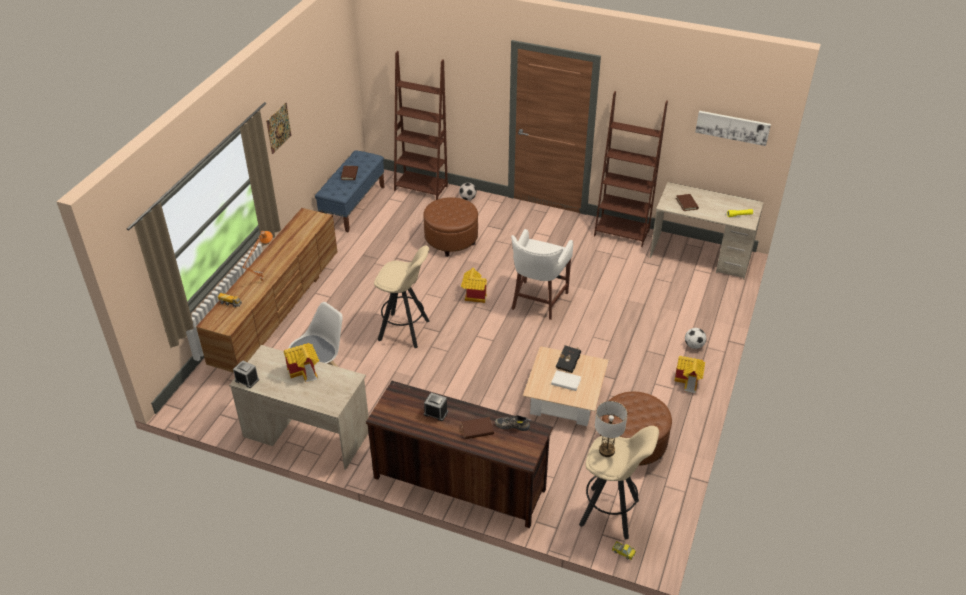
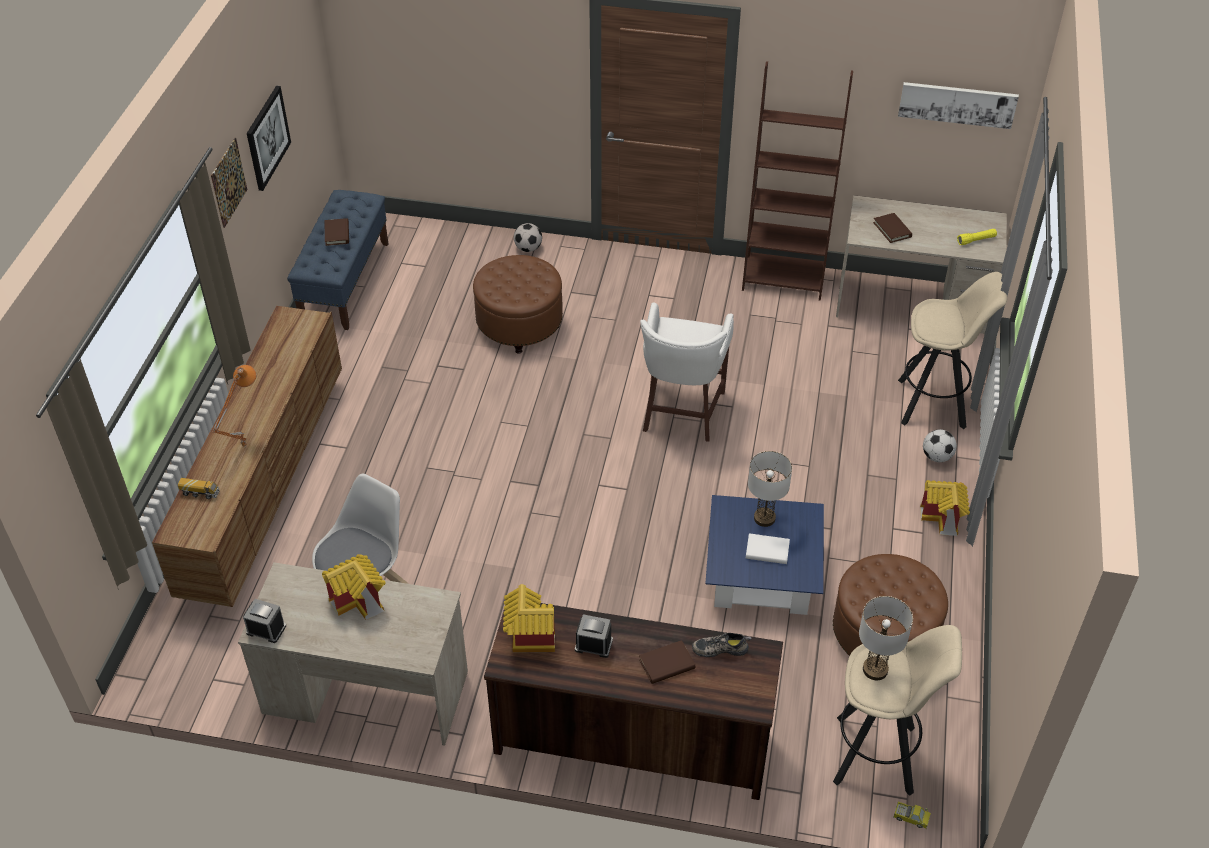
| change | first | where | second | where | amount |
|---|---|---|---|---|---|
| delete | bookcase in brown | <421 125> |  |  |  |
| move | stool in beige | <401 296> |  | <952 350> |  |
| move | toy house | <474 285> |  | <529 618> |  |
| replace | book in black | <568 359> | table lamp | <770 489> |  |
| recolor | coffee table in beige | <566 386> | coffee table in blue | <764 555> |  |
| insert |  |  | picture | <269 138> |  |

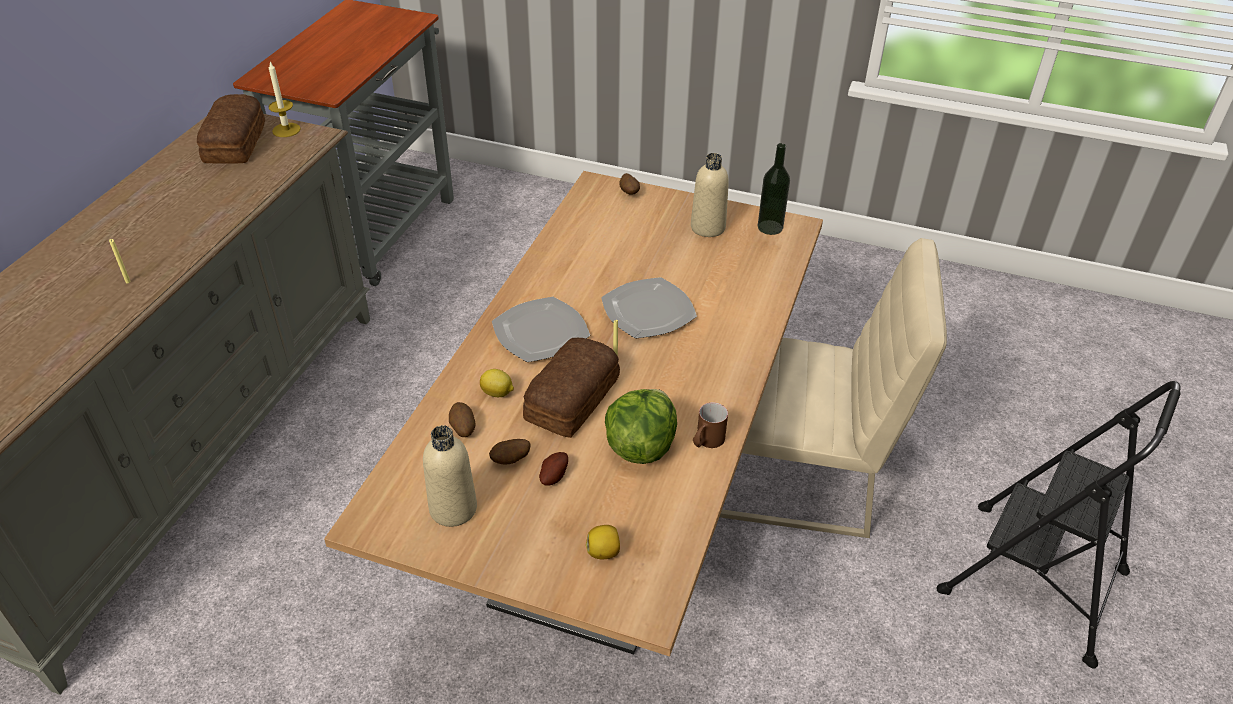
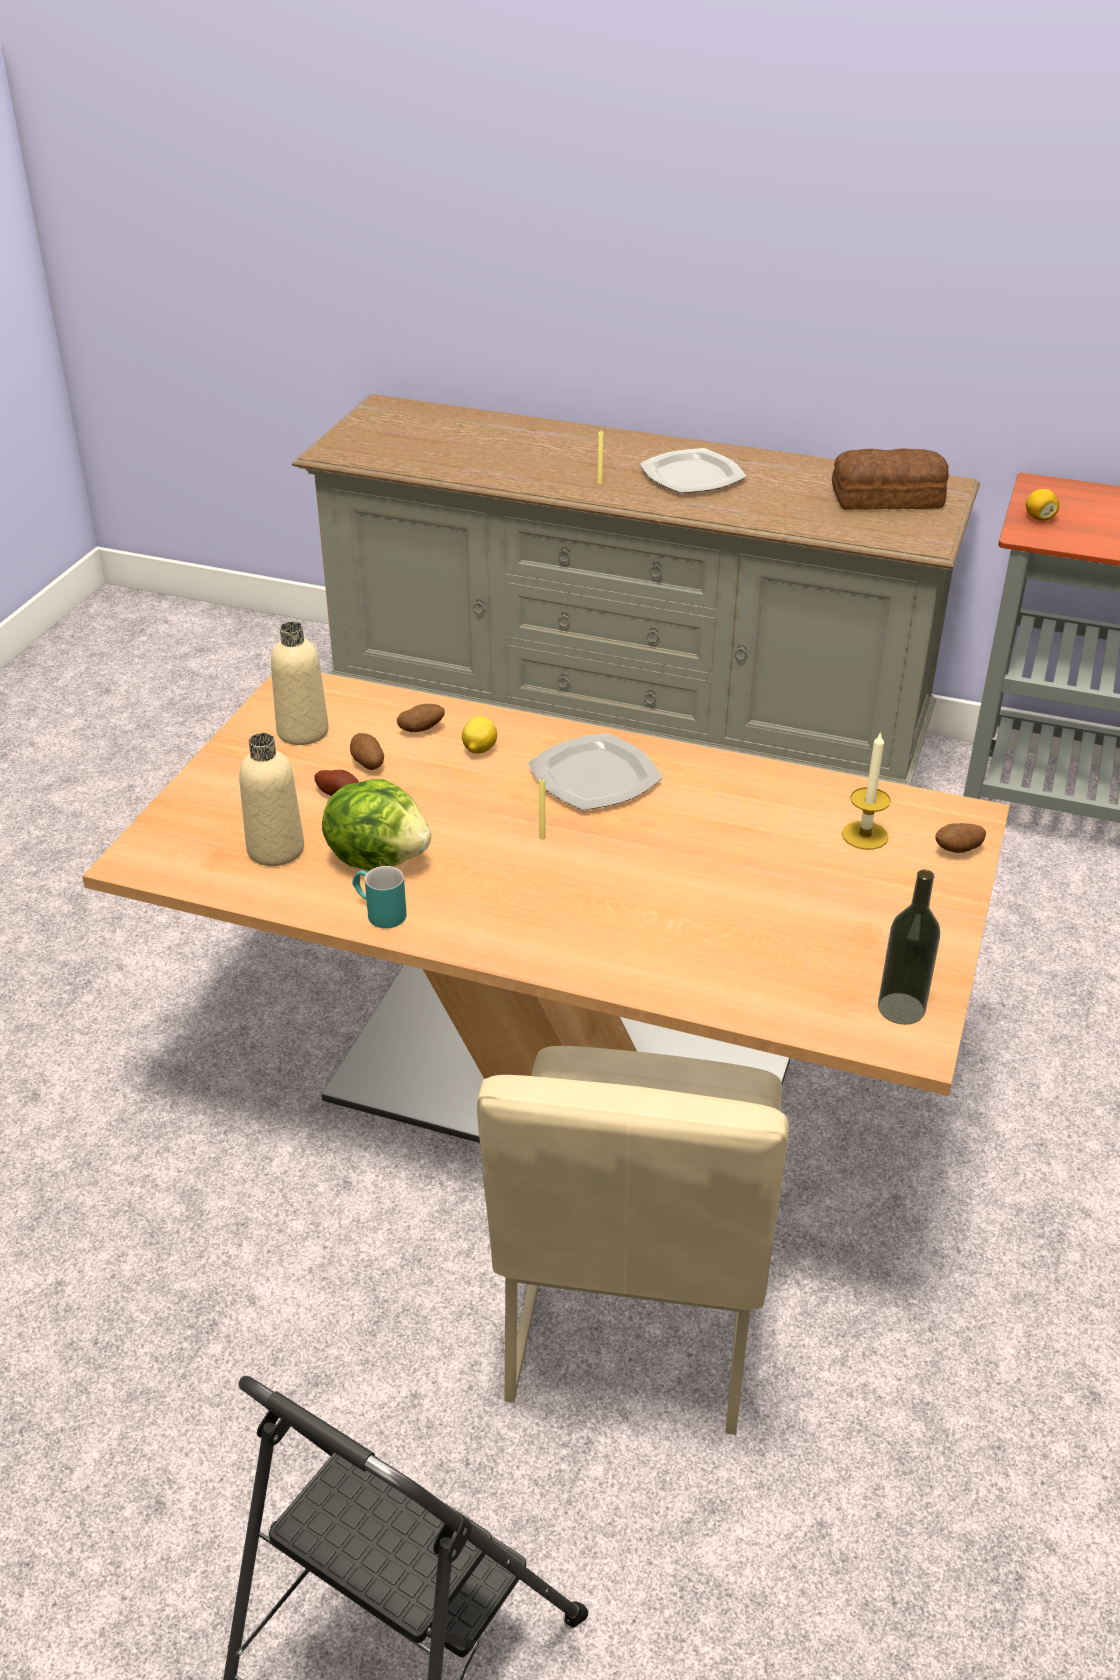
| change | first | where | second | where | amount |
|---|---|---|---|---|---|
| move | candle | <285 99> |  | <866 790> |  |
| move | bottle in beige | <710 195> |  | <271 799> |  |
| move | plate | <649 308> |  | <693 470> |  |
| delete | bread | <571 388> |  |  |  |
| recolor | mug in brown | <710 425> | mug in turquoise | <379 897> |  |
| move | lemon | <603 542> |  | <1042 505> |  |

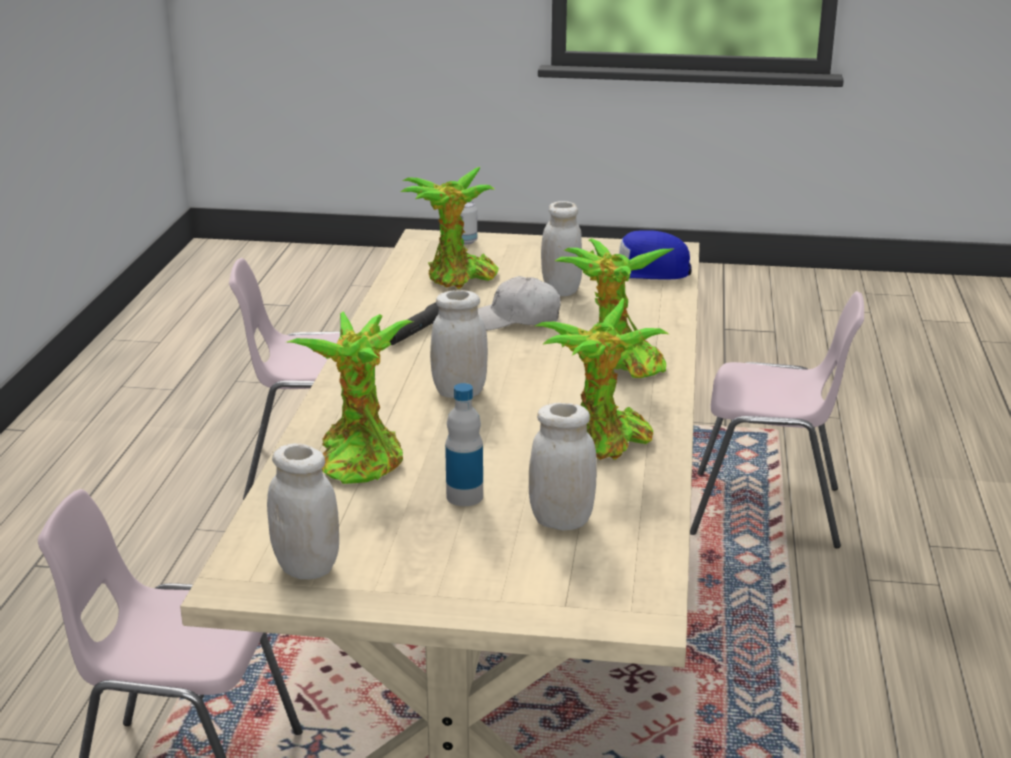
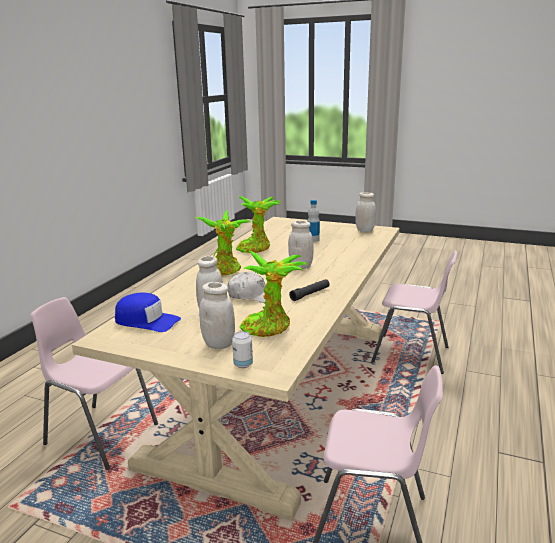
| change | first | where | second | where | amount |
|---|---|---|---|---|---|
| delete | potted plant | <350 397> |  |  |  |
| move | jar in white | <563 467> |  | <217 315> |  |

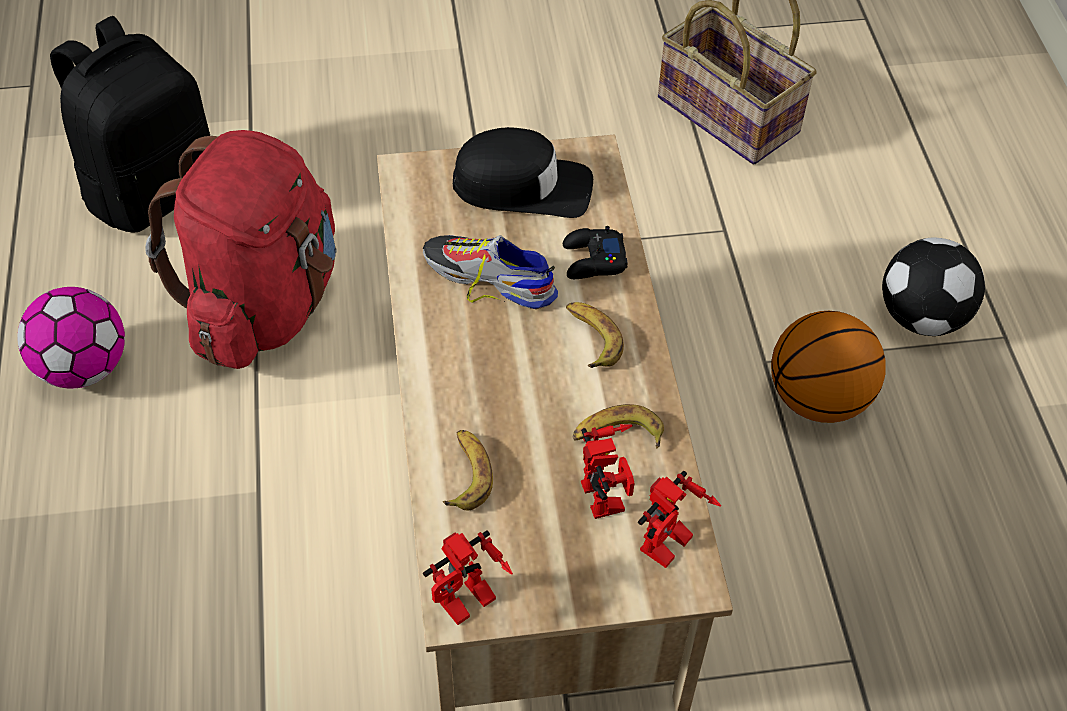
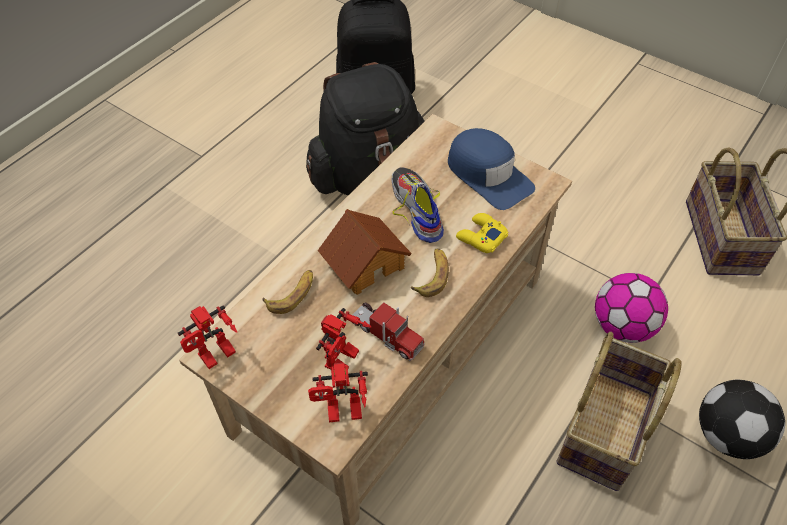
| change | first | where | second | where | amount |
|---|---|---|---|---|---|
| recolor | cap in black | <523 172> | cap in blue | <491 169> |  |
| recolor | backpack in red | <241 249> | backpack in black | <365 128> |  |
| recolor | game controller in black | <595 252> | game controller in yellow | <482 233> |  |
| move | football | <71 338> |  | <631 308> |  |
| replace | basketball | <828 367> | basket | <619 411> |  |
| replace | banana | <618 426> | toy truck | <388 332> |  |
| rotate | toy robot | <468 577> |  | <207 337> | 45 degrees counterclockwise |
| insert |  |  | toy house | <365 252> |  |

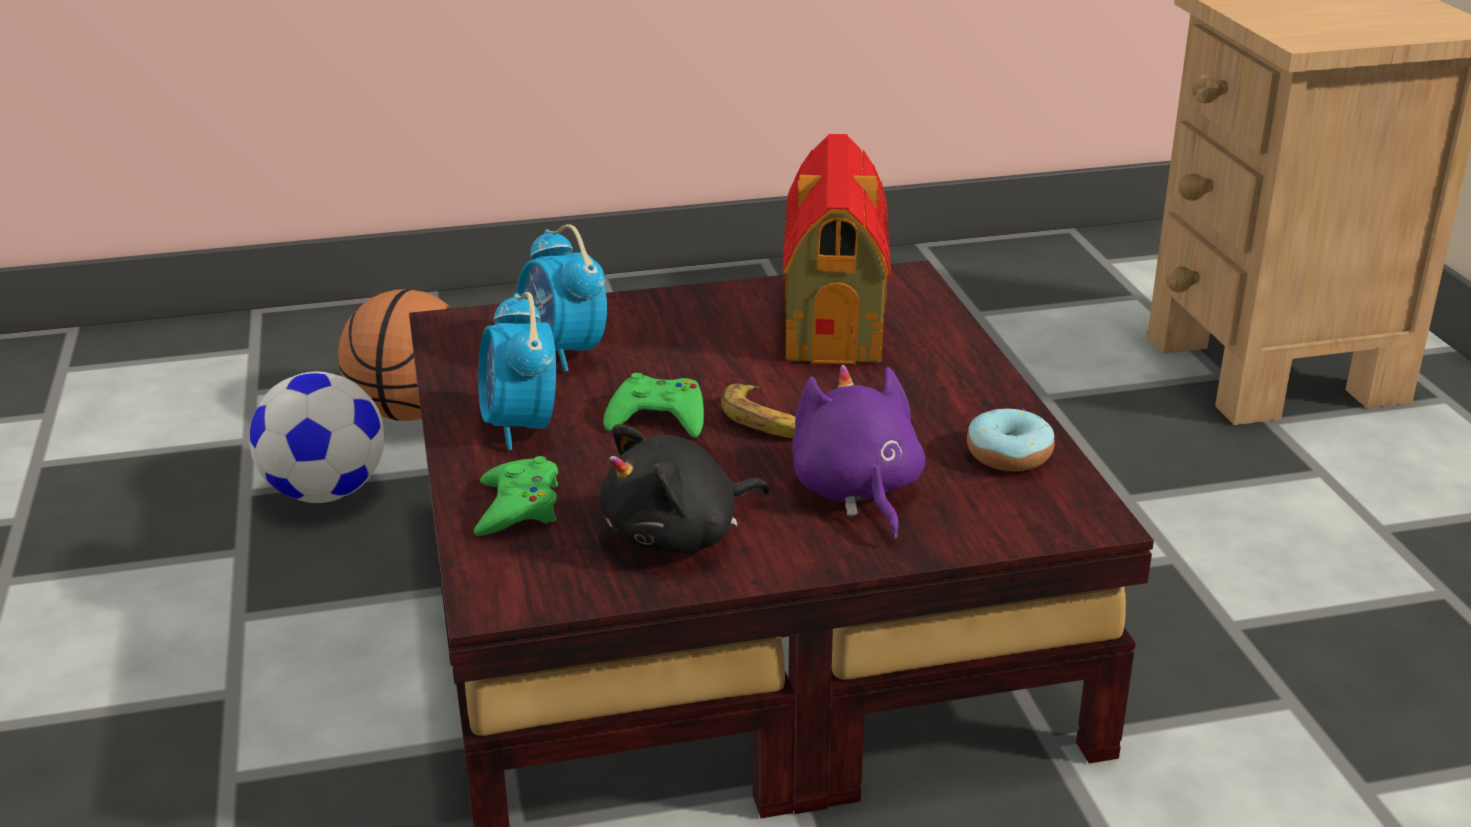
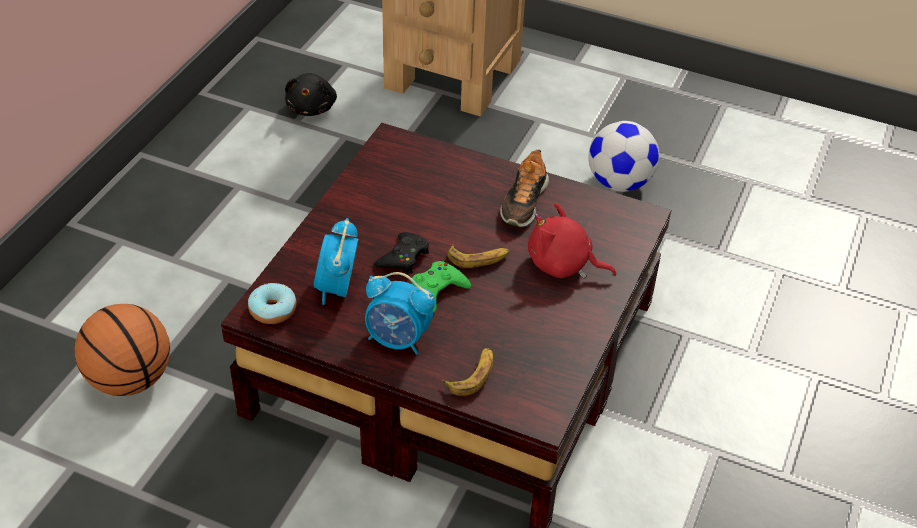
| change | first | where | second | where | amount |
|---|---|---|---|---|---|
| delete | toy house | <837 249> |  |  |  |
| rotate | alarm clock | <562 298> |  | <336 261> | 90 degrees clockwise |
| recolor | plush toy in purple | <858 451> | plush toy in red | <572 241> |  |
| move | football | <317 437> |  | <624 156> |  |
| move | donut | <1011 439> |  | <272 303> |  |
| move | plush toy in black | <684 488> |  | <311 94> |  |
| replace | game controller in green | <516 496> | banana | <468 372> |  |
| insert |  |  | shoe | <524 188> |  |
| insert |  |  | game controller in black | <401 253> |  |

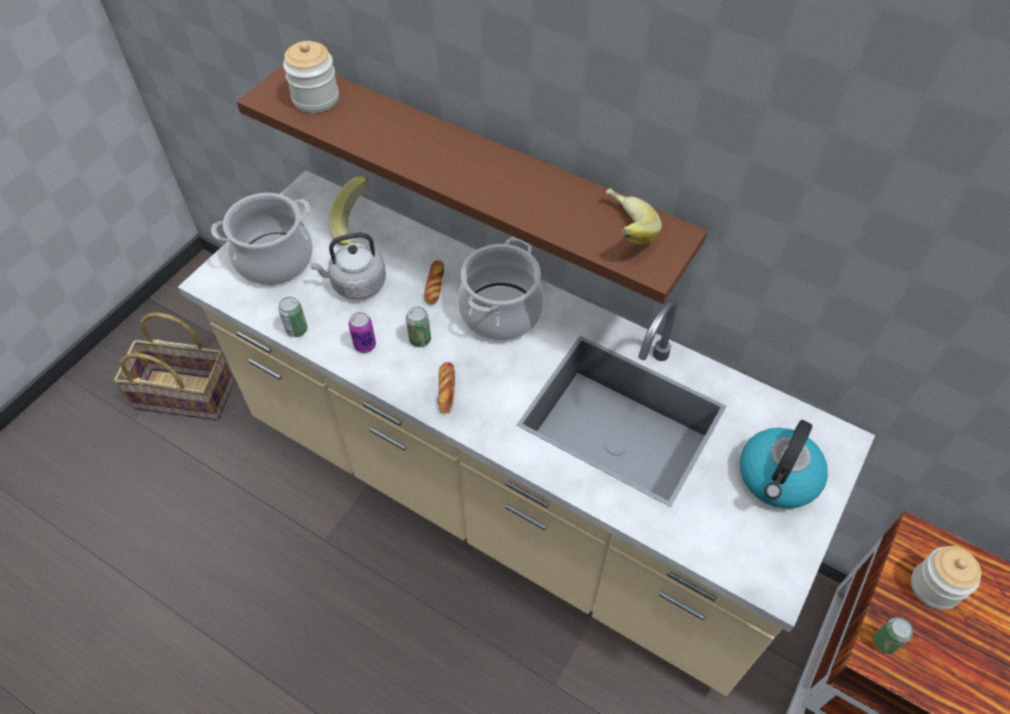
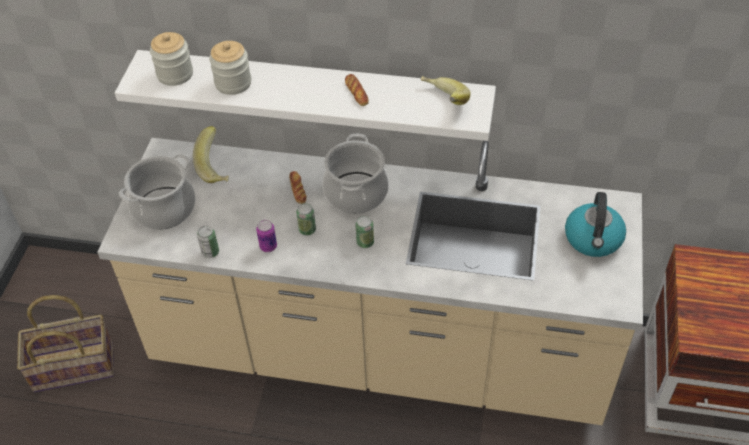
| change | first | where | second | where | amount |
|---|---|---|---|---|---|
| recolor | shelf in brown | <472 184> | shelf in white | <305 95> |  |
| delete | kettle in grey | <347 266> |  |  |  |
| move | bread | <446 388> |  | <357 90> |  |
| move | jar | <946 578> |  | <230 68> |  |
| move | can | <893 635> |  | <365 232> |  |

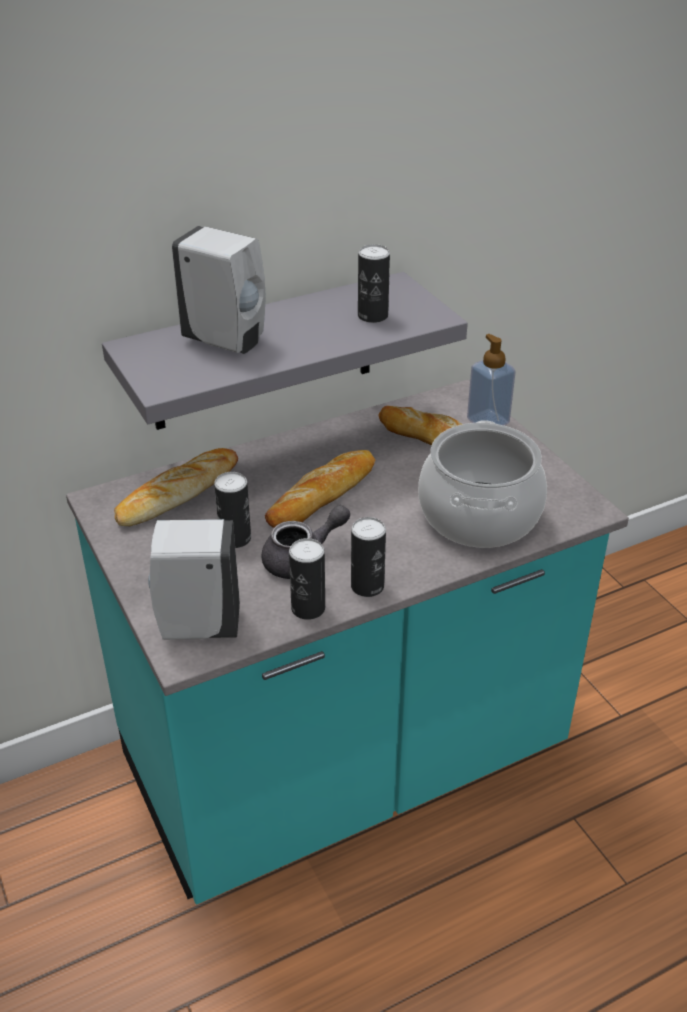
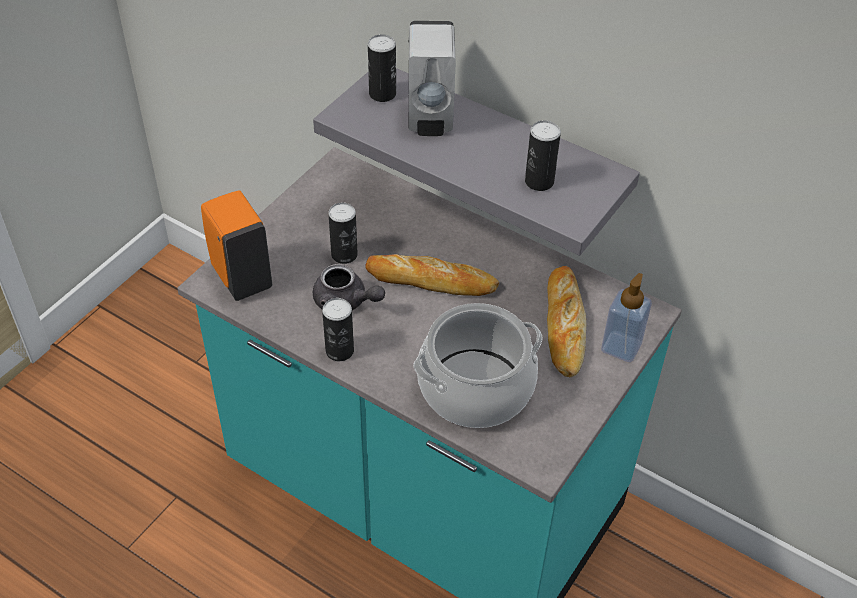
| change | first | where | second | where | amount |
|---|---|---|---|---|---|
| delete | bread | <176 487> |  |  |  |
| recolor | soap dispenser in white | <194 579> | soap dispenser in orange | <236 246> |  |
| move | can | <307 579> |  | <382 68> |  |

